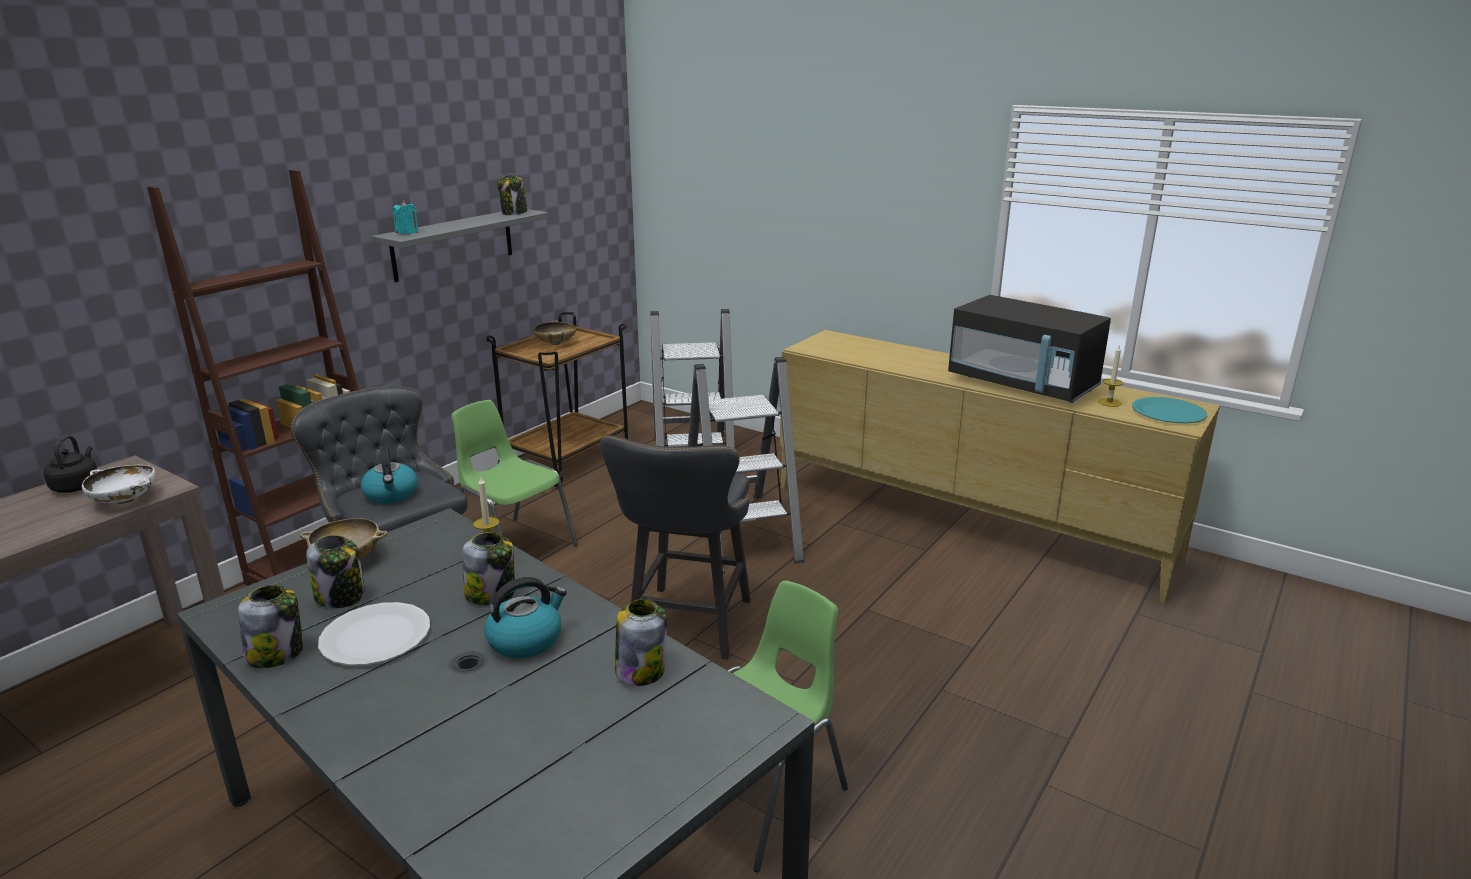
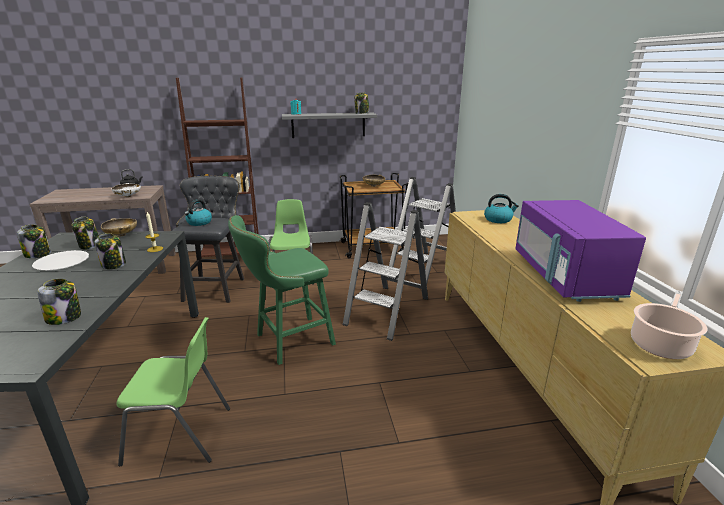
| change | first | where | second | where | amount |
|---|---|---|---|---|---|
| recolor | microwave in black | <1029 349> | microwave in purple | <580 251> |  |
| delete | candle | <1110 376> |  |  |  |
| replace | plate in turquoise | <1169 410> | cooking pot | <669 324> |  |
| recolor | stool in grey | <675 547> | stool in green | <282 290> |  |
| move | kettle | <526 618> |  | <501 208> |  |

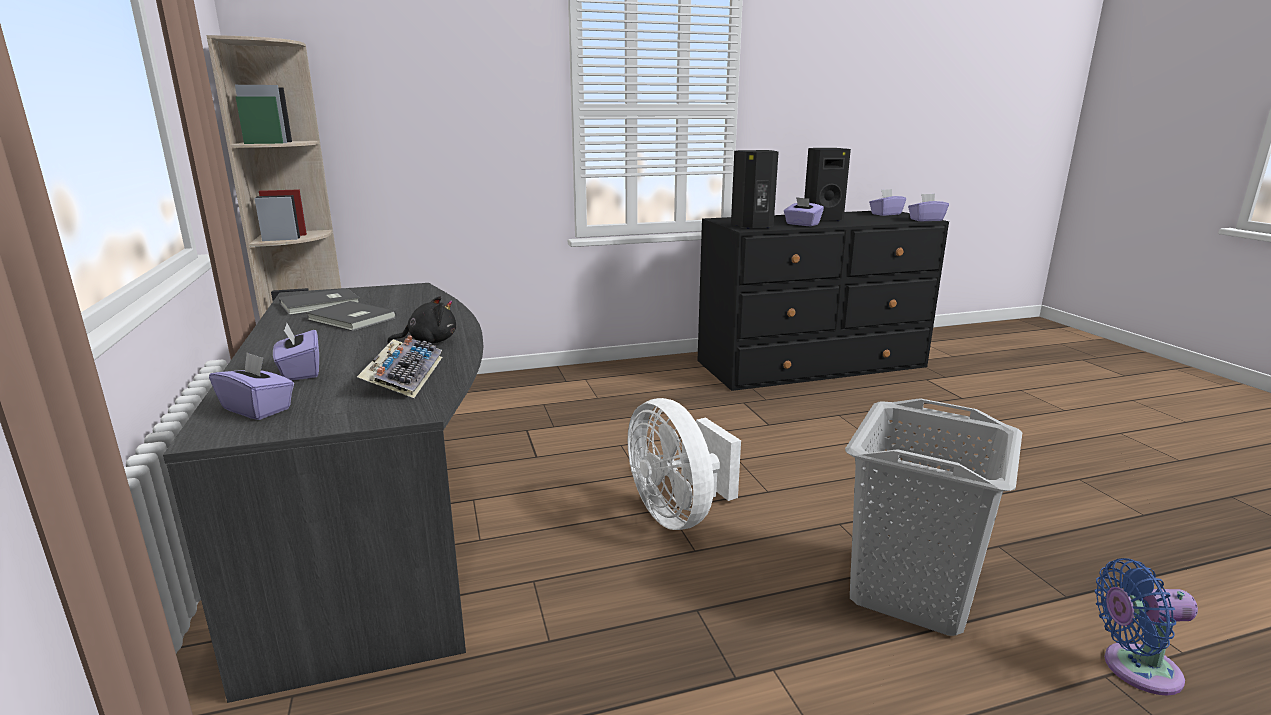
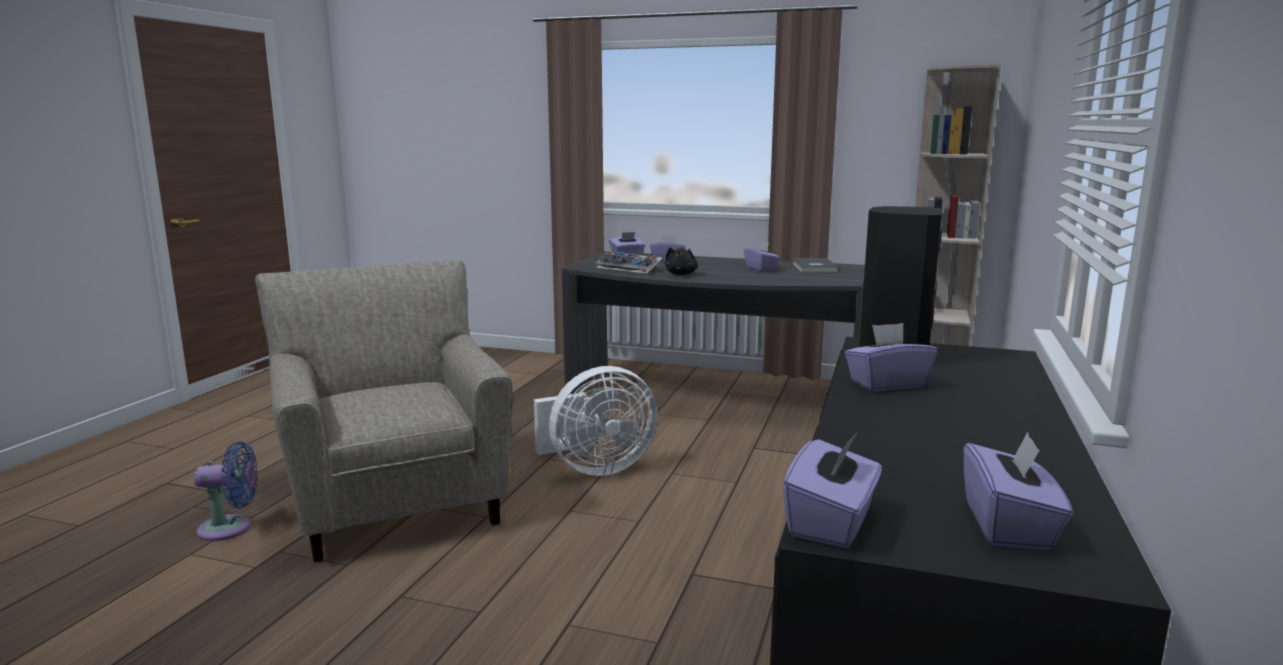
| change | first | where | second | where | amount |
|---|---|---|---|---|---|
| delete | speaker in black | <827 184> |  |  |  |
| replace | book in grey | <350 316> | tissue box in purple | <762 256> |  |
| rotate | fan in white | <684 464> |  | <596 421> | 150 degrees clockwise |
| replace | laundry basket in grey | <933 517> | armchair in beige | <384 411> |  |
| rotate | fan in blue | <1146 627> |  | <226 491> | 45 degrees clockwise |

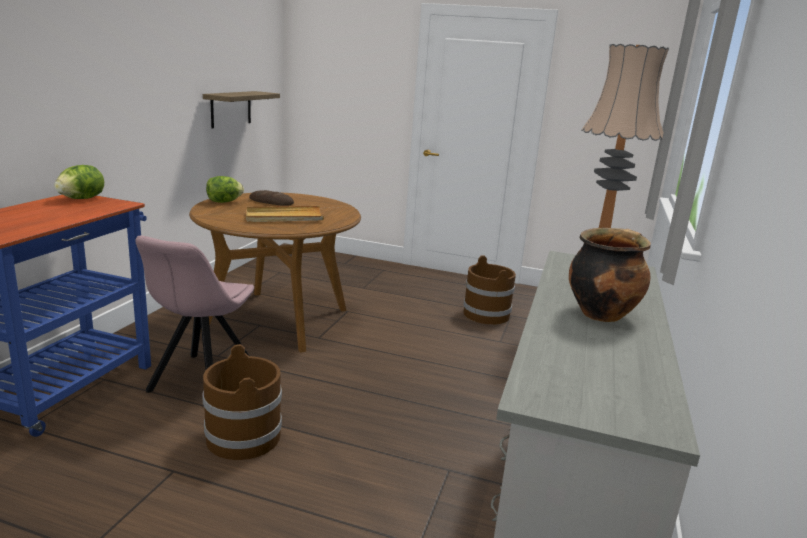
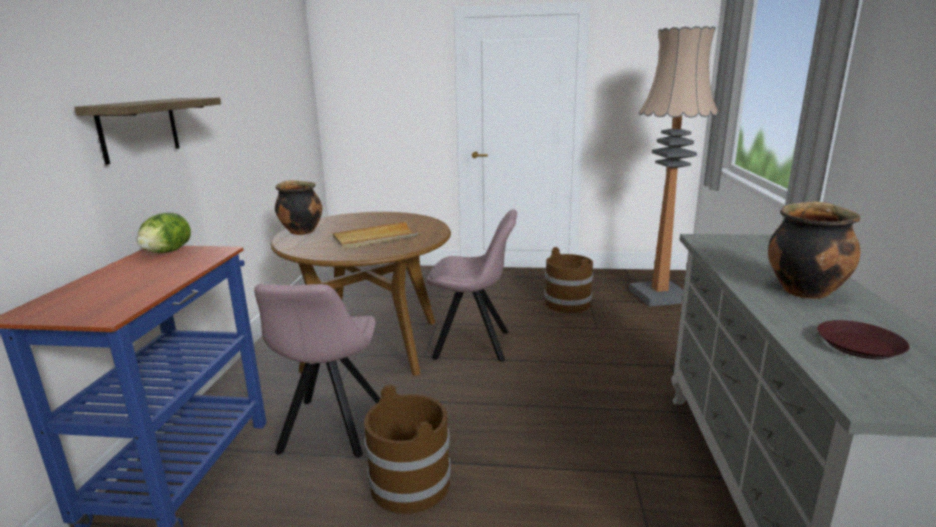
| change | first | where | second | where | amount |
|---|---|---|---|---|---|
| move | shelf | <241 109> |  | <147 131> |  |
| replace | lettuce | <225 189> | cooking pot | <298 207> |  |
| delete | bread | <271 197> |  |  |  |
| insert |  |  | chair in pink | <471 285> |  |
| insert |  |  | plate in brown | <863 339> |  |

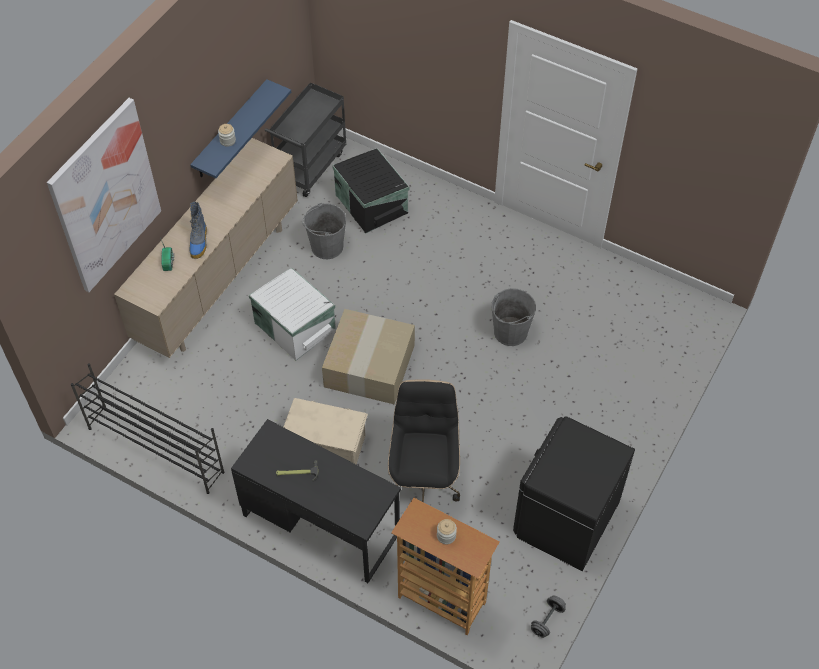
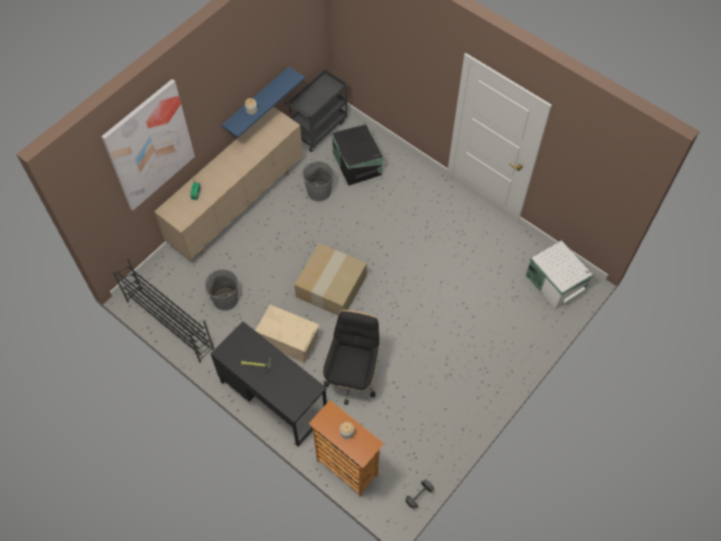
| change | first | where | second | where | amount |
|---|---|---|---|---|---|
| delete | boot | <198 230> |  |  |  |
| move | storage box in white | <292 314> |  | <559 274> |  |
| move | bucket in grey | <514 317> |  | <221 290> |  |
| delete | washing machine in black | <574 494> |  |  |  |

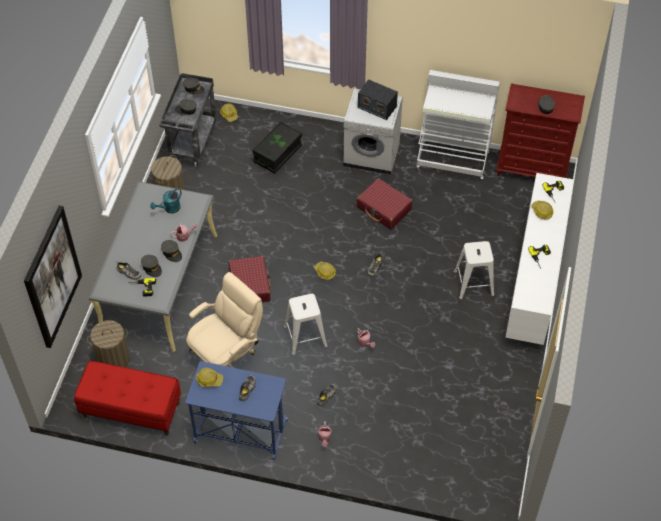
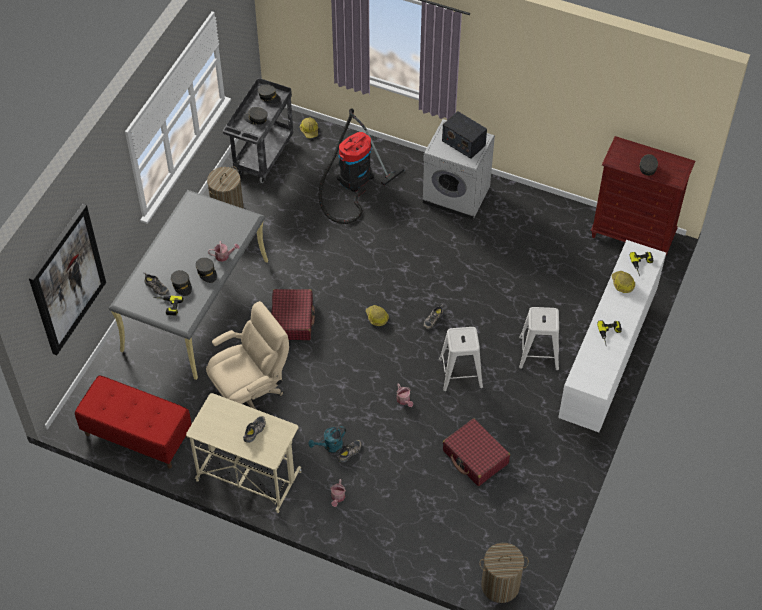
| change | first | where | second | where | amount |
|---|---|---|---|---|---|
| delete | shoe rack in white | <458 124> |  |  |  |
| replace | storage box in black | <277 147> | vacuum cleaner | <361 166> |  |
| move | suitcase in red | <384 203> |  | <476 452> |  |
| move | watering can in turquoise | <166 200> |  | <327 439> |  |
| move | stool in white | <305 324> |  | <461 359> |  |
| move | laundry basket | <108 343> |  | <504 573> |  |
| recolor | desk in blue | <236 410> | desk in beige | <244 453> |  |
| delete | hard hat | <209 377> |  |  |  |

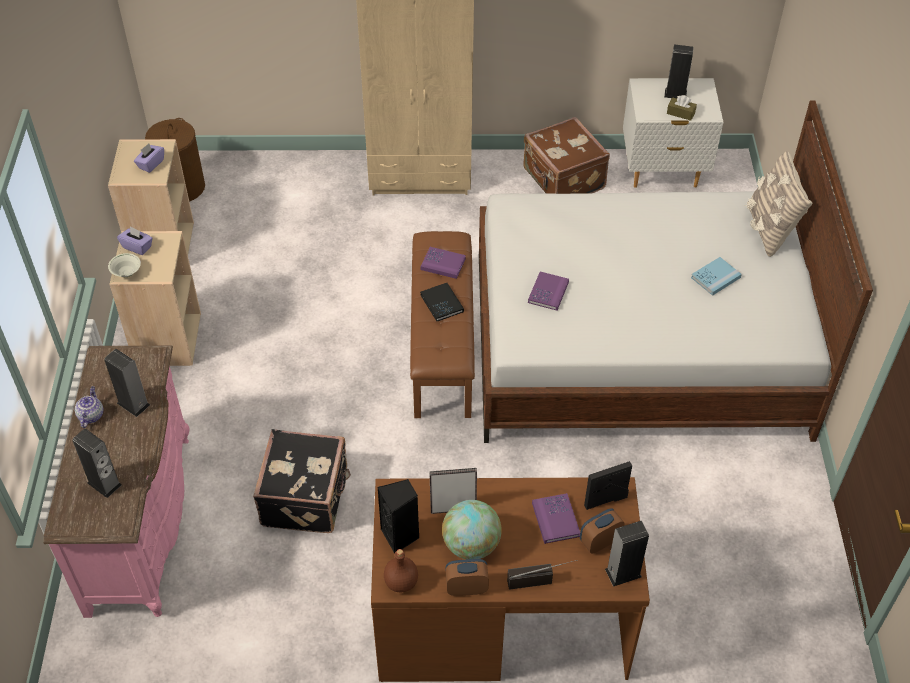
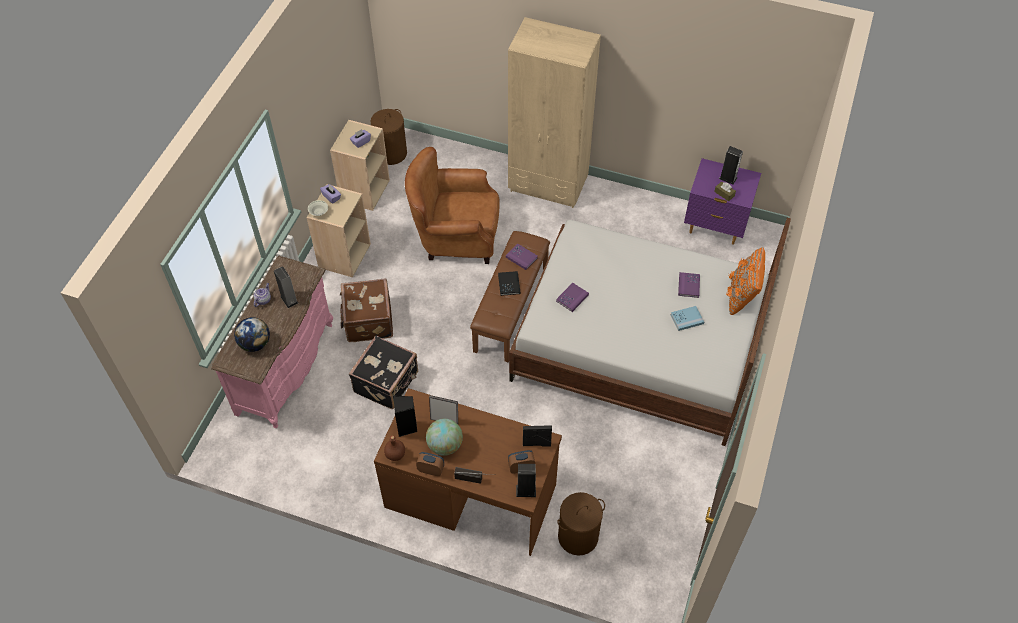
| change | first | where | second | where | amount |
|---|---|---|---|---|---|
| recolor | nightstand in white | <673 133> | nightstand in purple | <722 201> |  |
| move | suitcase in brown | <566 155> |  | <366 310> |  |
| recolor | pillow in beige | <778 204> | pillow in orange | <745 281> |  |
| replace | speaker | <97 463> | globe | <252 334> |  |
| move | book in purple | <556 518> |  | <689 285> |  |
| insert |  |  | armchair in brown | <452 205> |  |
| insert |  |  | laundry basket in brown | <581 524> |  |

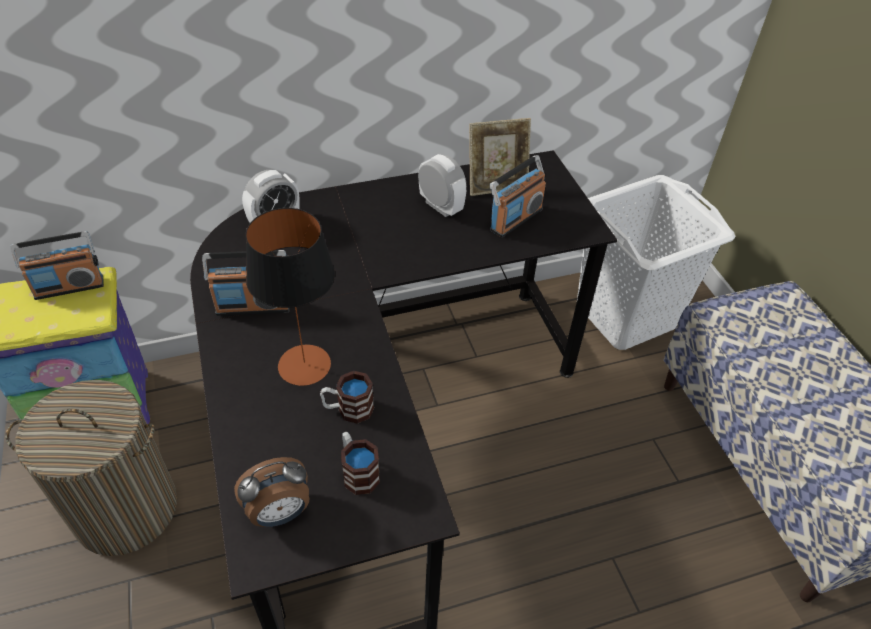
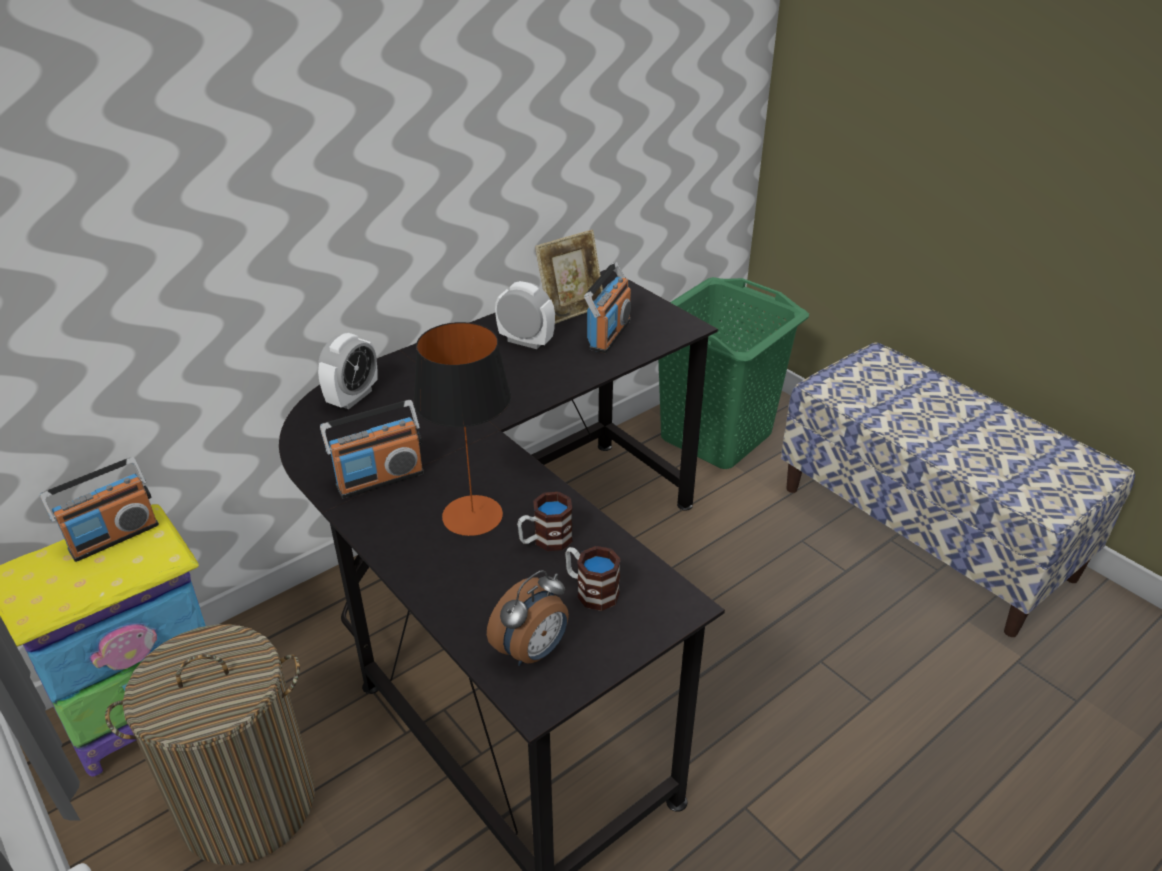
| change | first | where | second | where | amount |
|---|---|---|---|---|---|
| recolor | laundry basket in white | <656 262> | laundry basket in green | <734 373> |  |

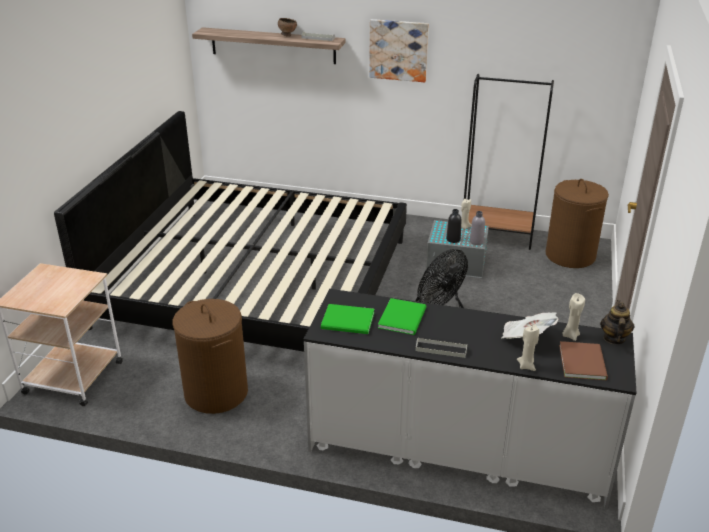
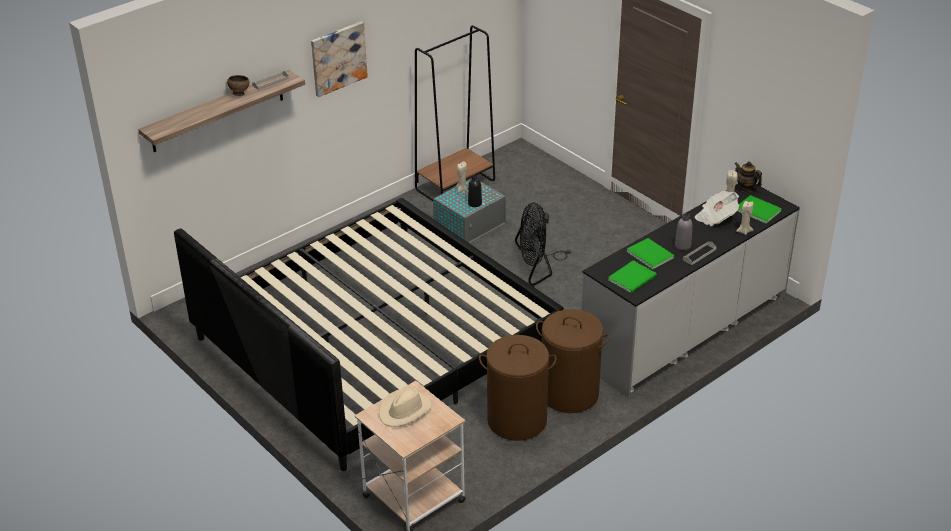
| change | first | where | second | where | amount |
|---|---|---|---|---|---|
| move | laundry basket in brown | <577 223> |  | <573 361> |  |
| move | bottle in grey | <477 228> |  | <683 231> |  |
| recolor | book in brown | <583 360> | book in green | <759 209> |  |
| insert |  |  | hat in beige | <405 407> |  |

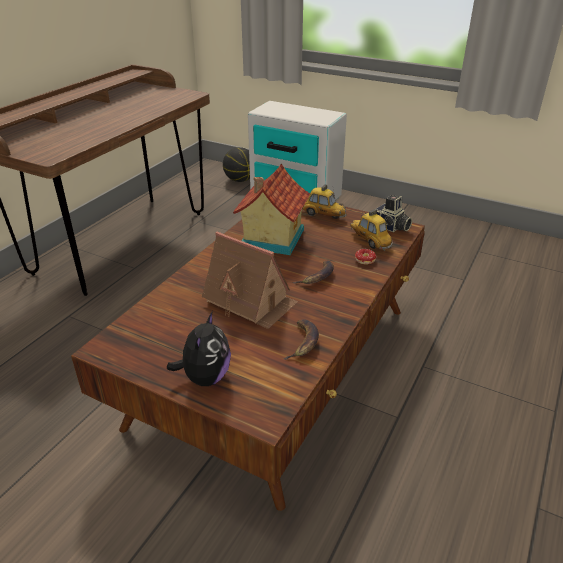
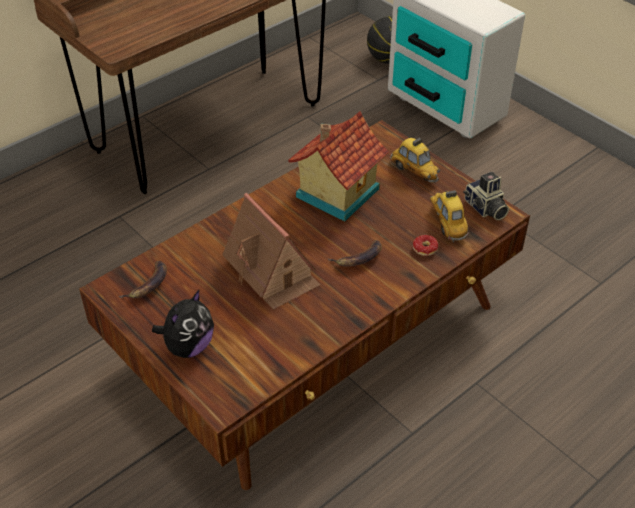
| change | first | where | second | where | amount |
|---|---|---|---|---|---|
| move | banana | <301 339> |  | <142 279> |  |

